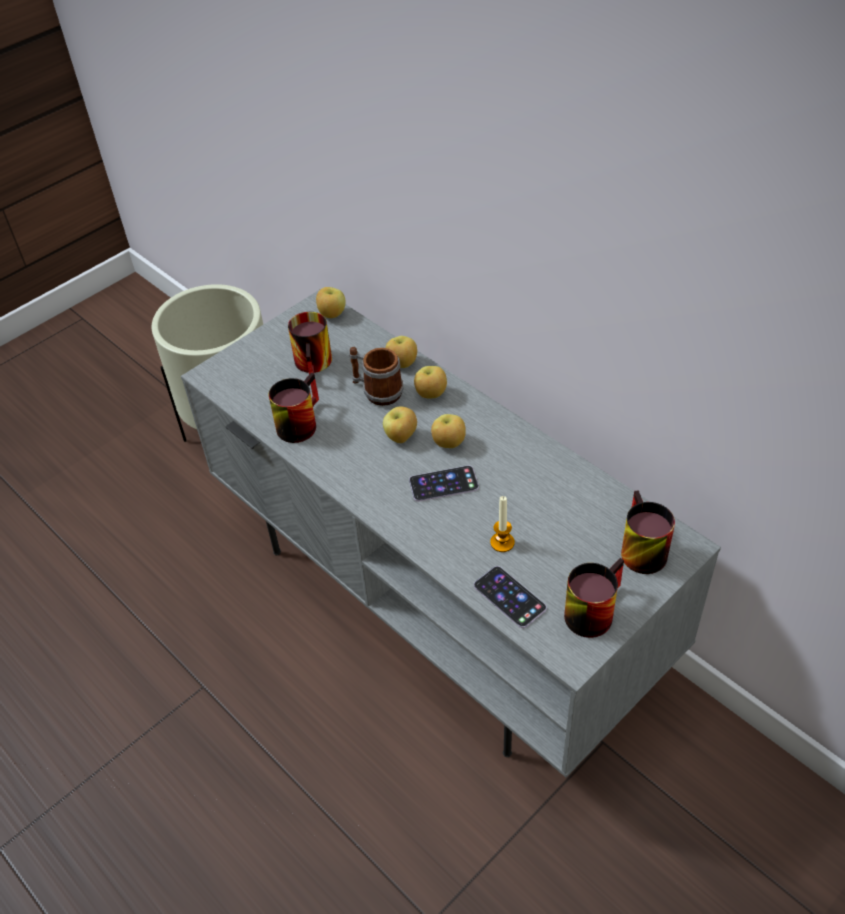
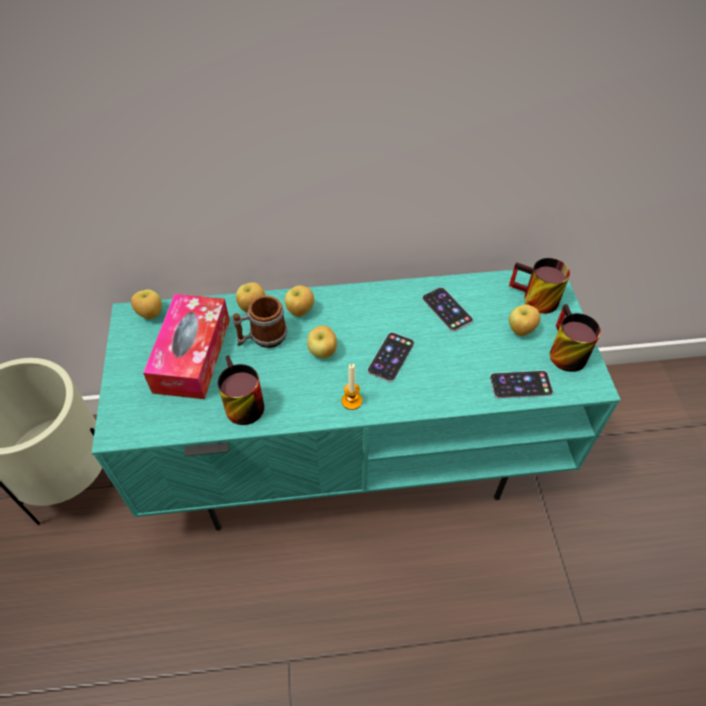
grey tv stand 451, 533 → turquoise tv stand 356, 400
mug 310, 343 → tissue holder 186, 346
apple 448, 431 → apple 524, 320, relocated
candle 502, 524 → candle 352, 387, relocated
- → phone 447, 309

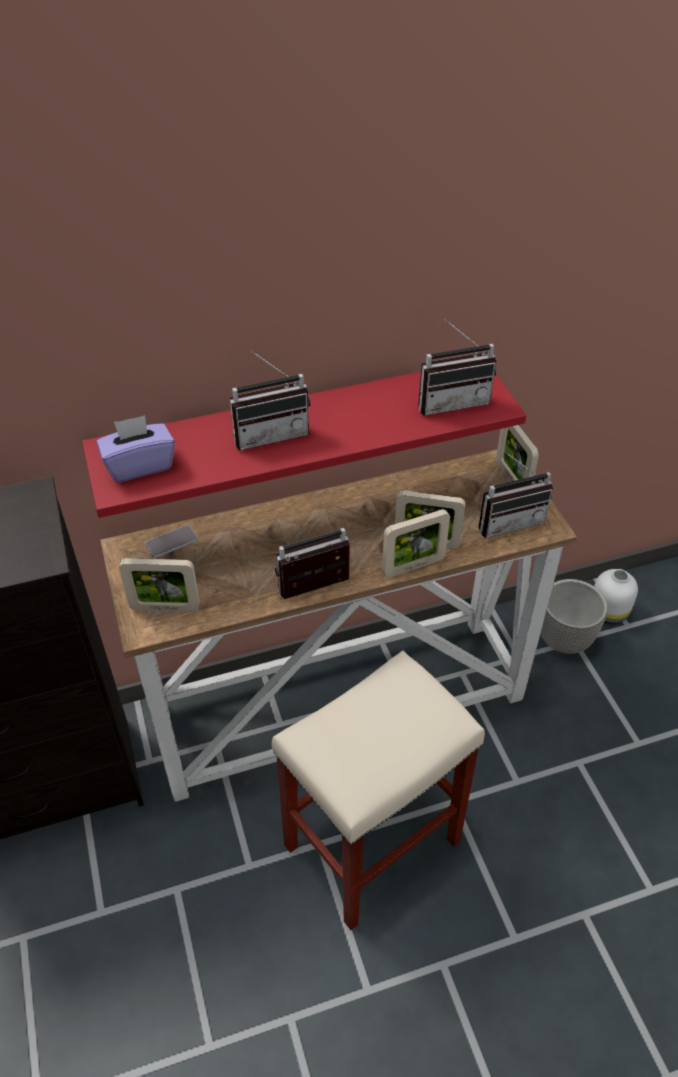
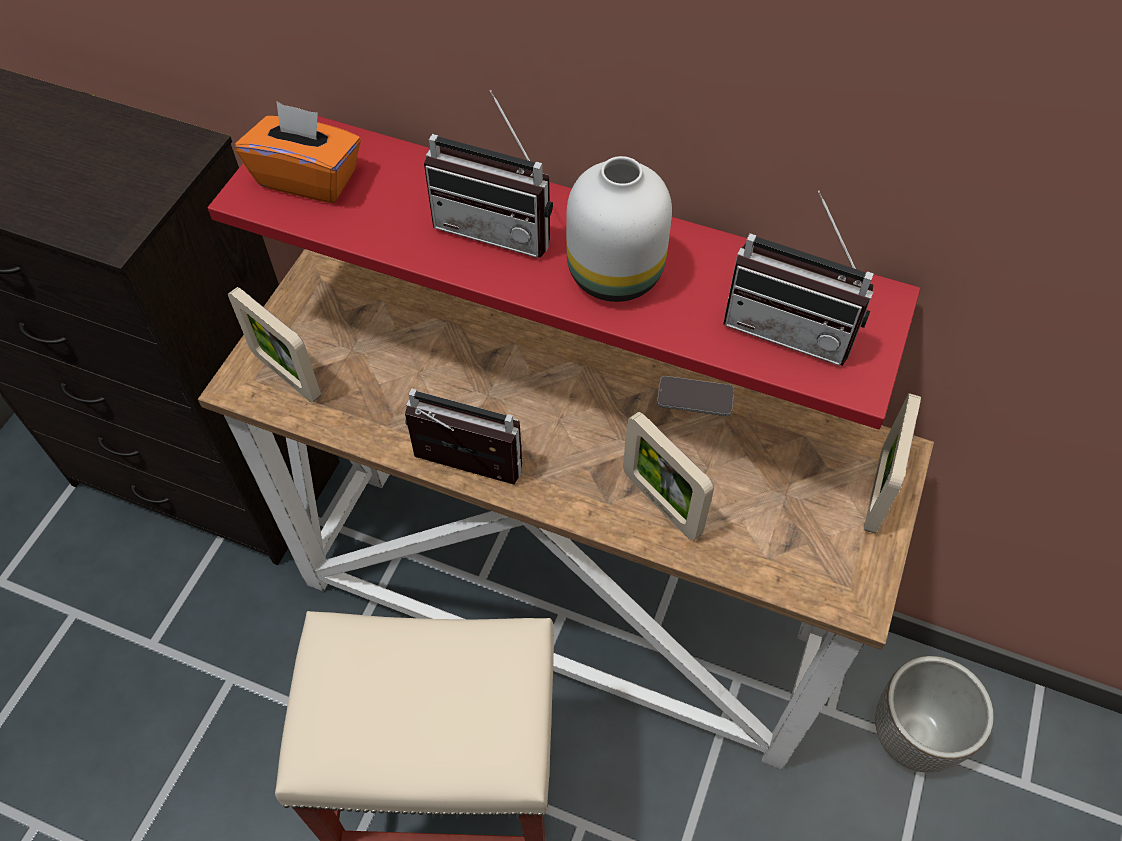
purplish tissue holder 135, 448 → orange-coloured tissue holder 298, 152
radio 516, 494 → -
standing frame 416, 543 → -
phone 171, 541 → phone 695, 396, relocated
whitish flower vase 616, 597 → whitish flower vase 619, 229, relocated

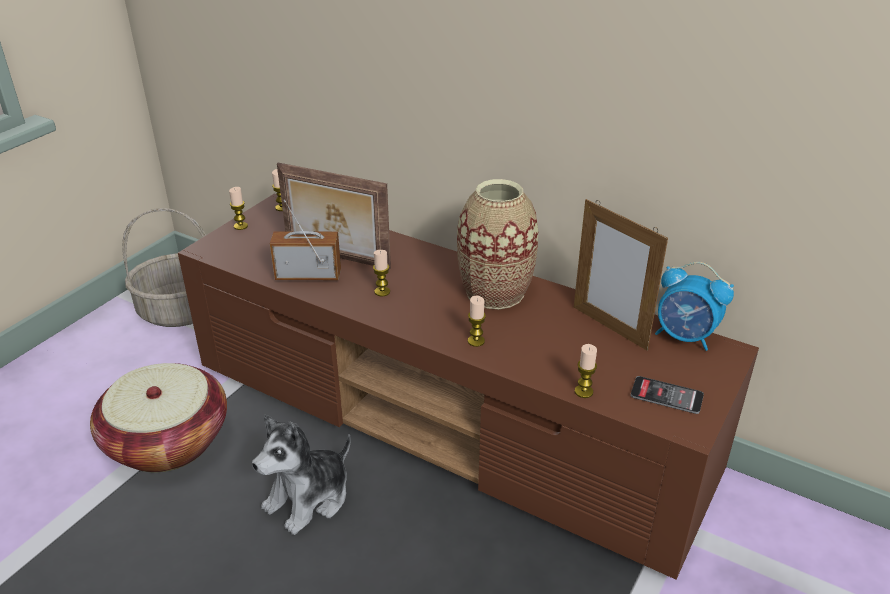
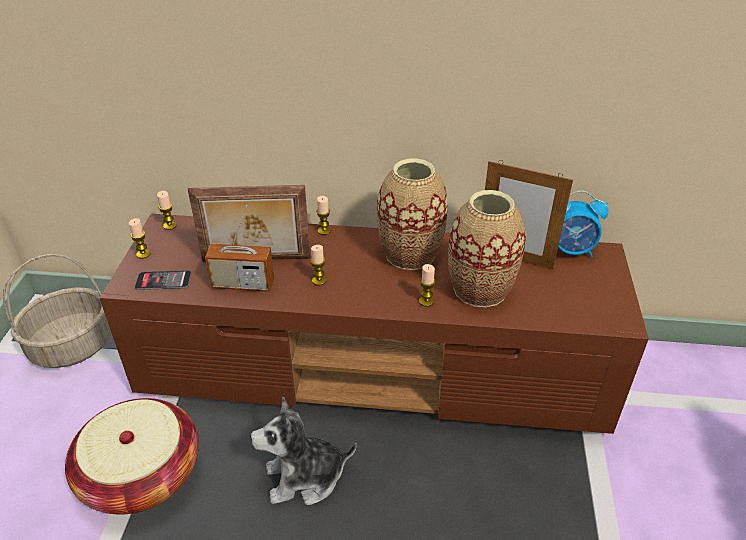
radio 305, 240 → radio 239, 248, 150 degrees counterclockwise
candle 585, 371 → candle 323, 215, relocated
phone 667, 395 → phone 163, 280, relocated
cuddly toy 301, 475 → cuddly toy 303, 451, 60 degrees clockwise
- → flower vase 487, 249

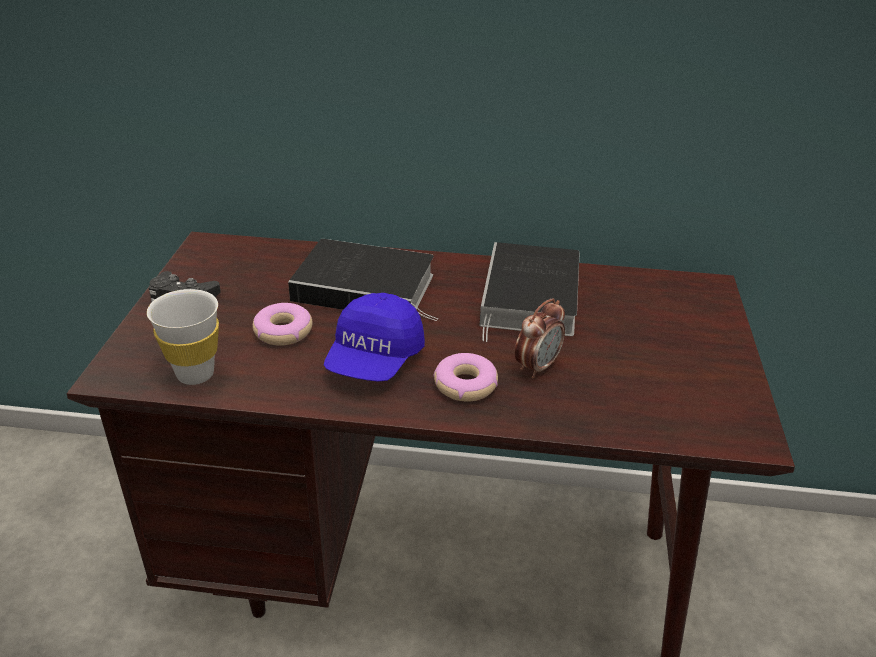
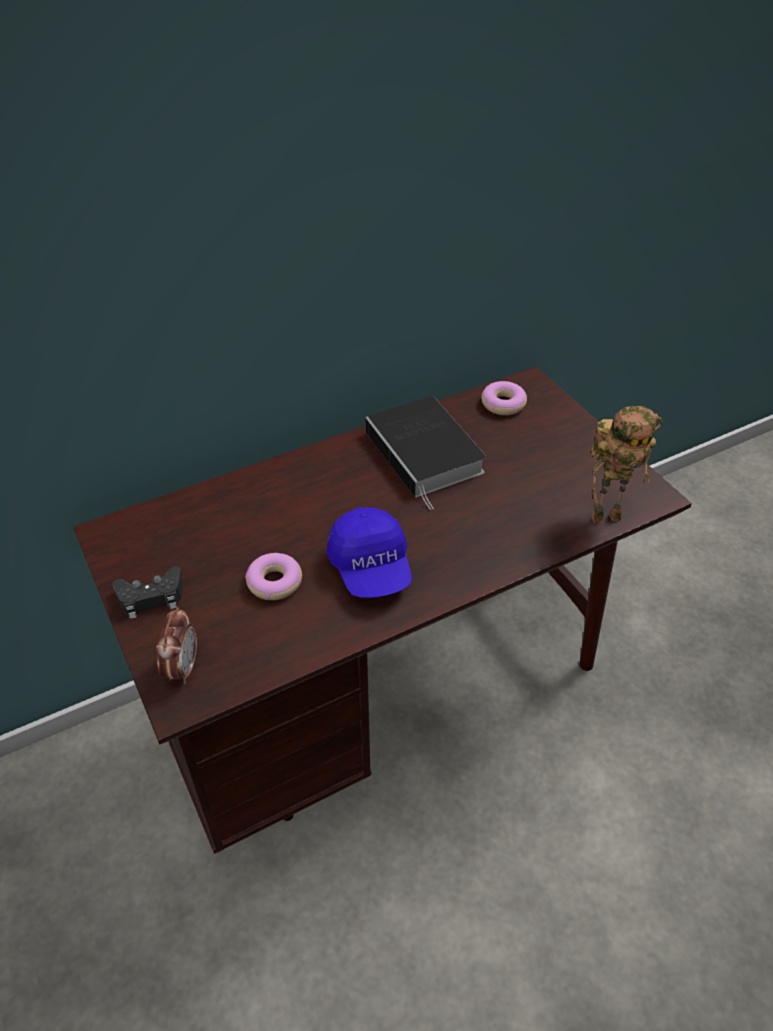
book 363, 280 → -
whitish small cup 183, 337 → -
table clock 540, 338 → table clock 176, 645, relocated
doughnut 465, 377 → doughnut 504, 398, relocated
- → model robot 626, 464

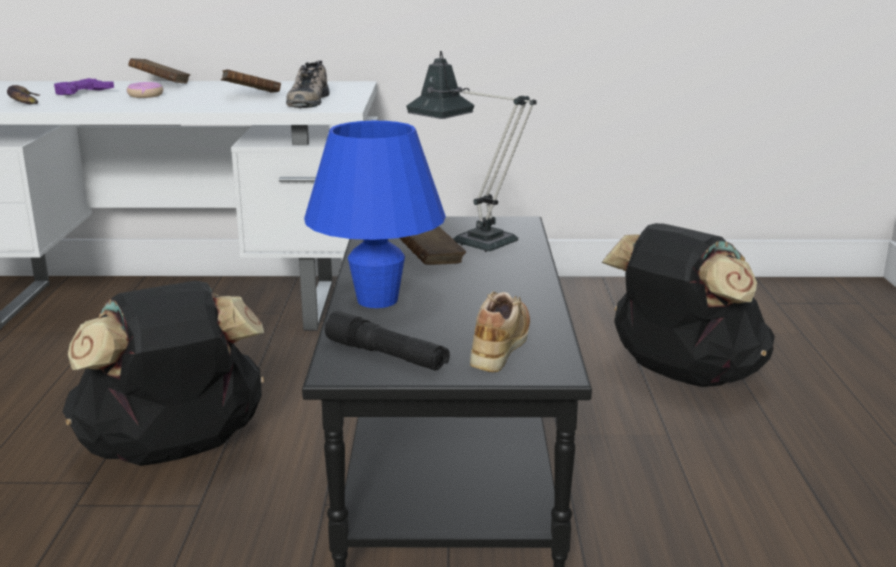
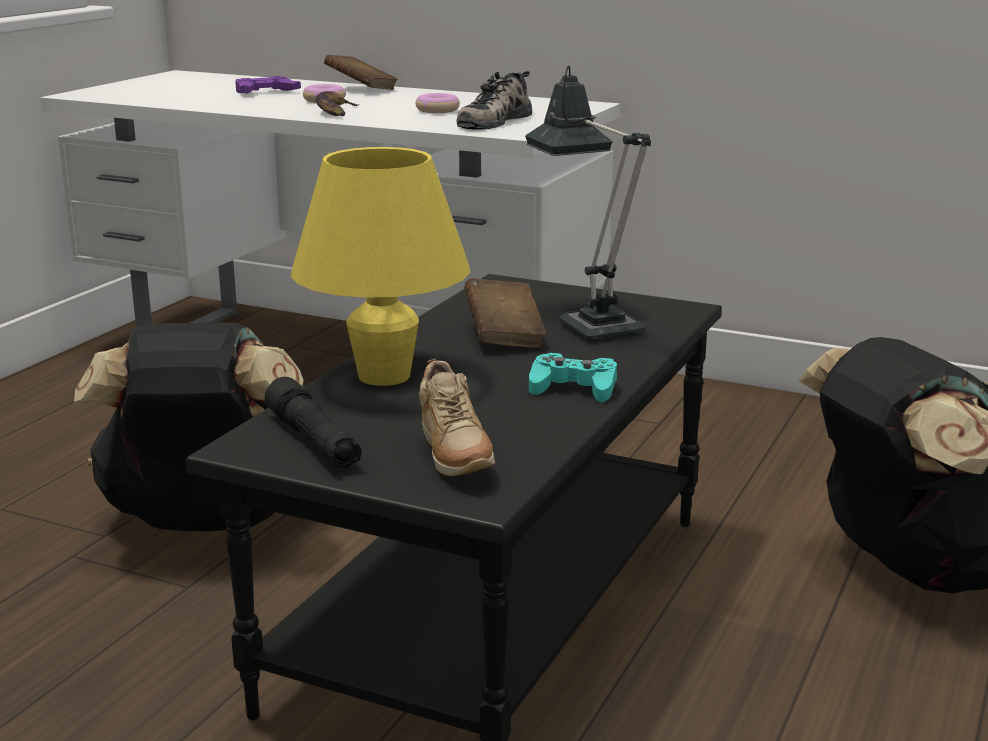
brown-coloured book 251, 81 → doughnut 438, 103
banana fruit 24, 94 → banana fruit 337, 103, relocated
blue-coloured lamp for a table 375, 214 → yellow-coloured lamp for a table 380, 266
beige shoe 500, 331 → beige shoe 457, 417, 120 degrees clockwise
- → turquoise joypad 573, 377

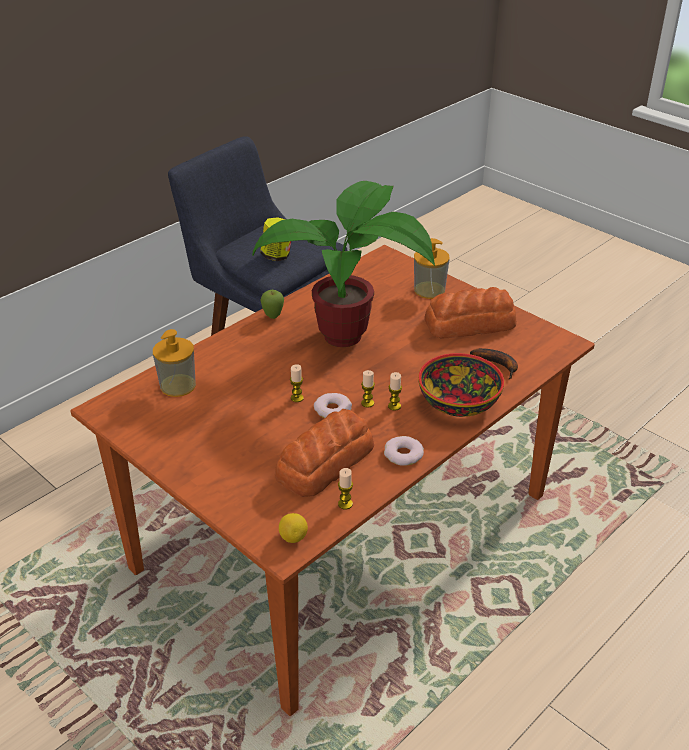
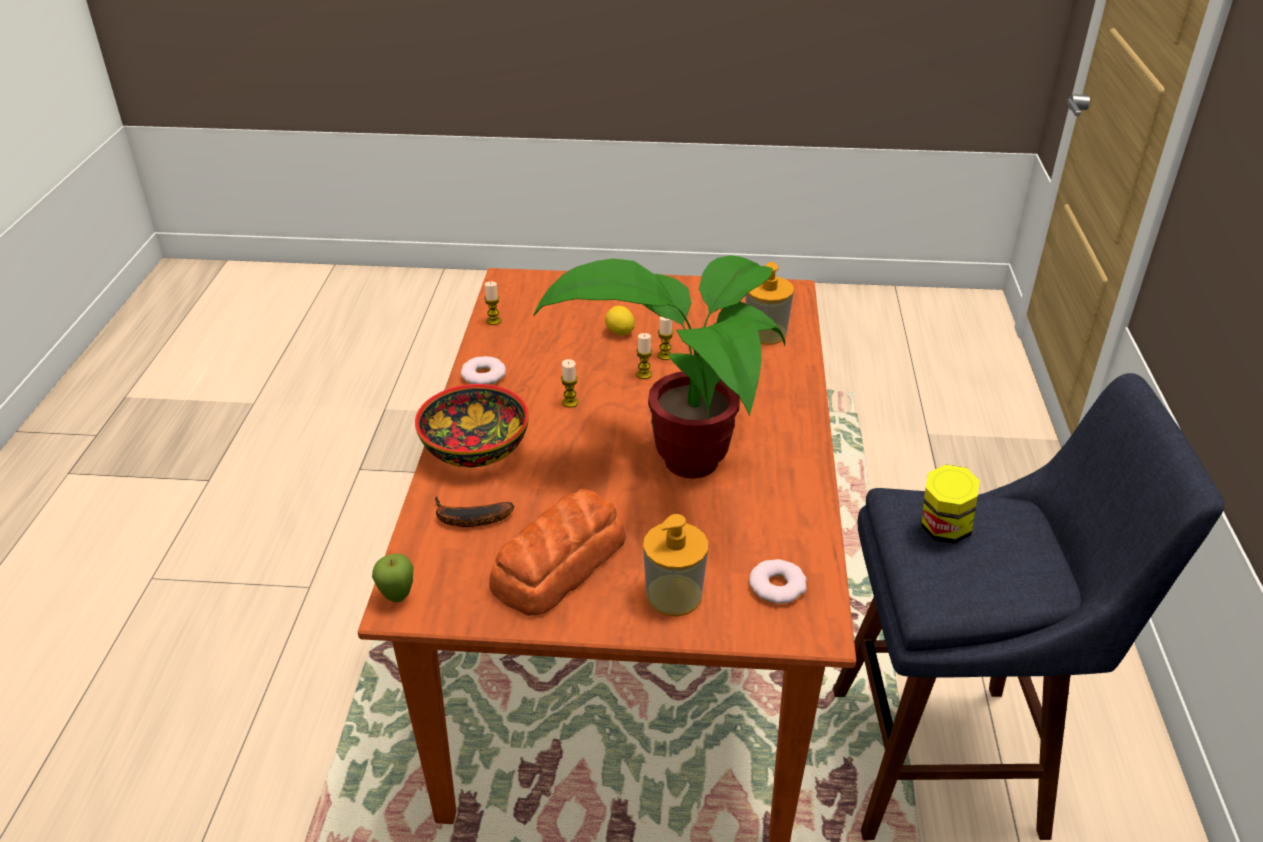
apple 272, 304 → apple 392, 578, relocated
candle 395, 391 → candle 666, 338, relocated
doughnut 333, 405 → doughnut 778, 581, relocated
baked bread 324, 453 → -
whole lemon 293, 528 → whole lemon 620, 320, relocated

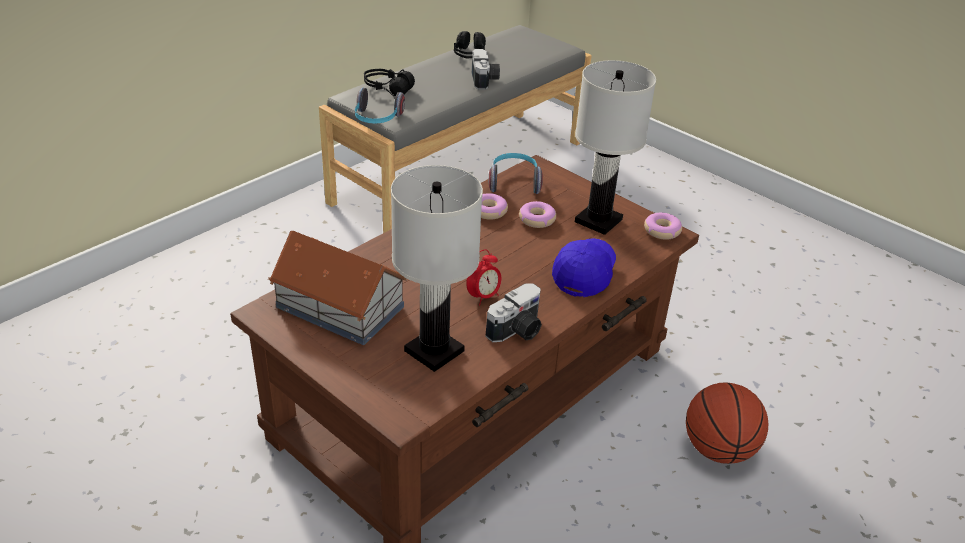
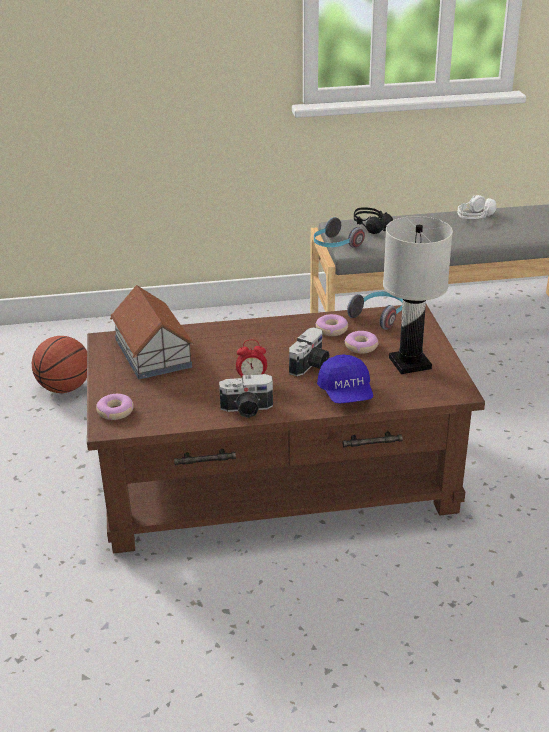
black pair of headphones 470, 44 → whitish pair of headphones 477, 207
photo camera 485, 69 → photo camera 309, 351, relocated
whitish lamp for a table 437, 268 → -
doughnut 663, 226 → doughnut 115, 407, relocated
blue-coloured peaked cap 584, 267 → blue-coloured peaked cap 345, 378, 105 degrees clockwise
ball for basketball 727, 423 → ball for basketball 59, 364, relocated

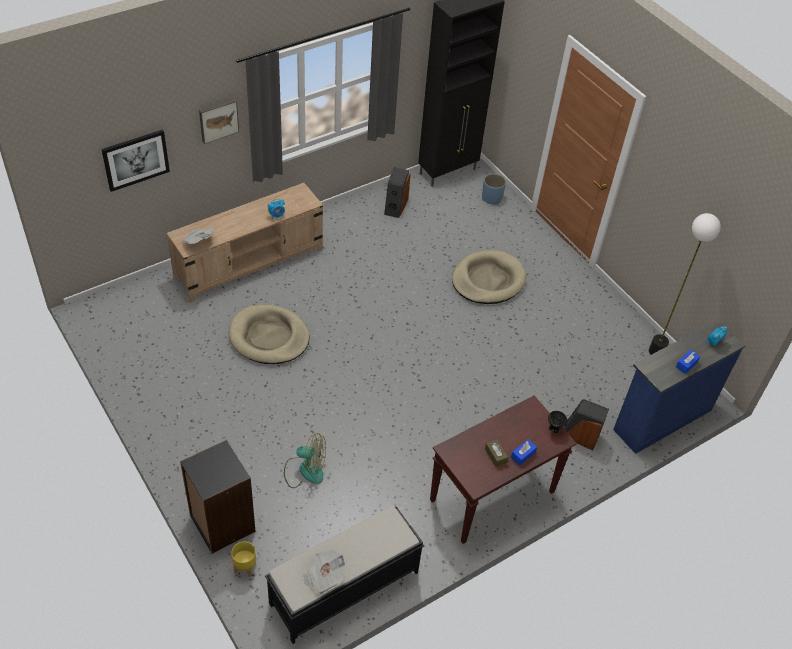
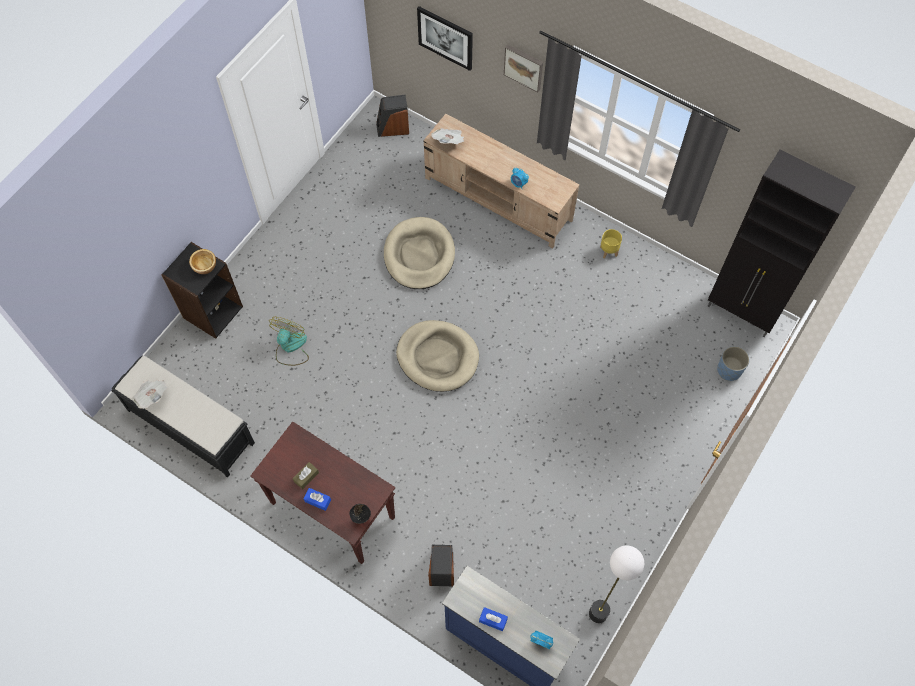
audio speaker 397, 192 → audio speaker 392, 116, relocated
beige dog cushion 489, 277 → beige dog cushion 437, 356, relocated
fan 305, 460 → fan 289, 341, 150 degrees counterclockwise
yellow-coloured flower pot 243, 559 → yellow-coloured flower pot 611, 244, relocated
- → bowl 202, 261

